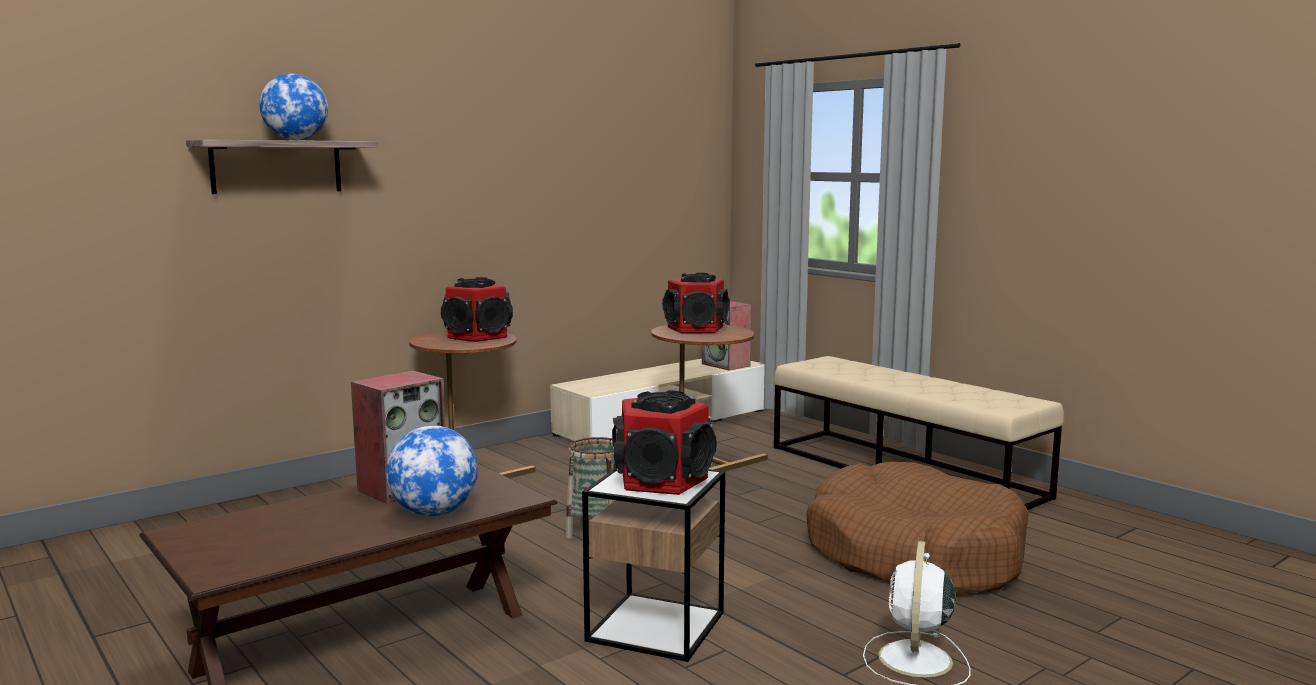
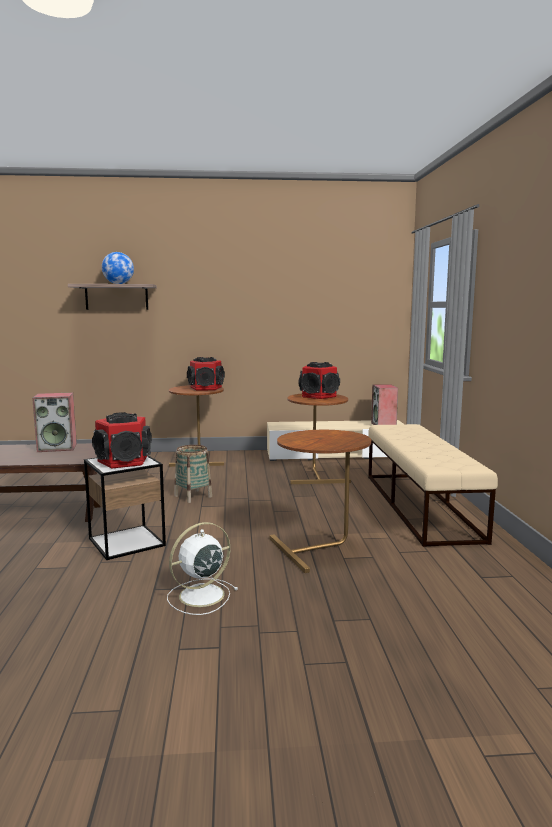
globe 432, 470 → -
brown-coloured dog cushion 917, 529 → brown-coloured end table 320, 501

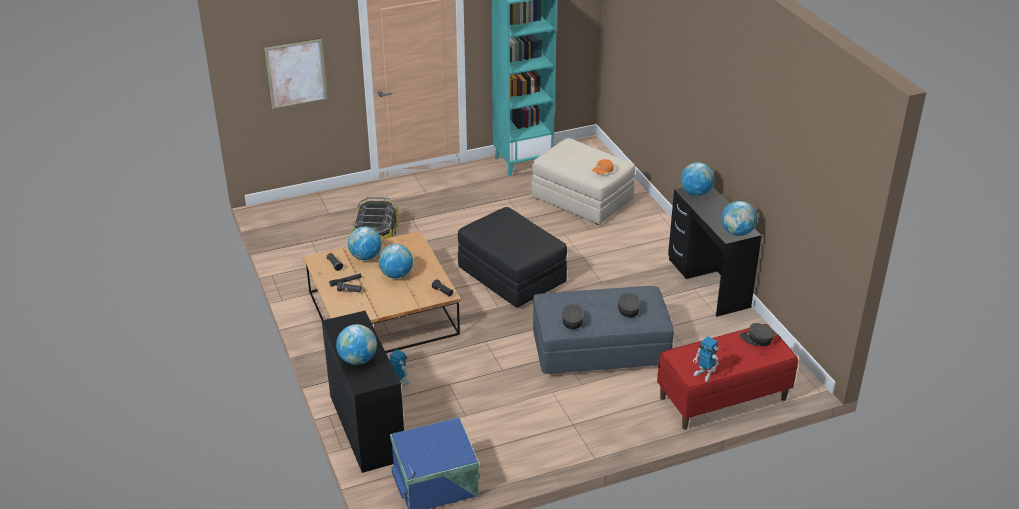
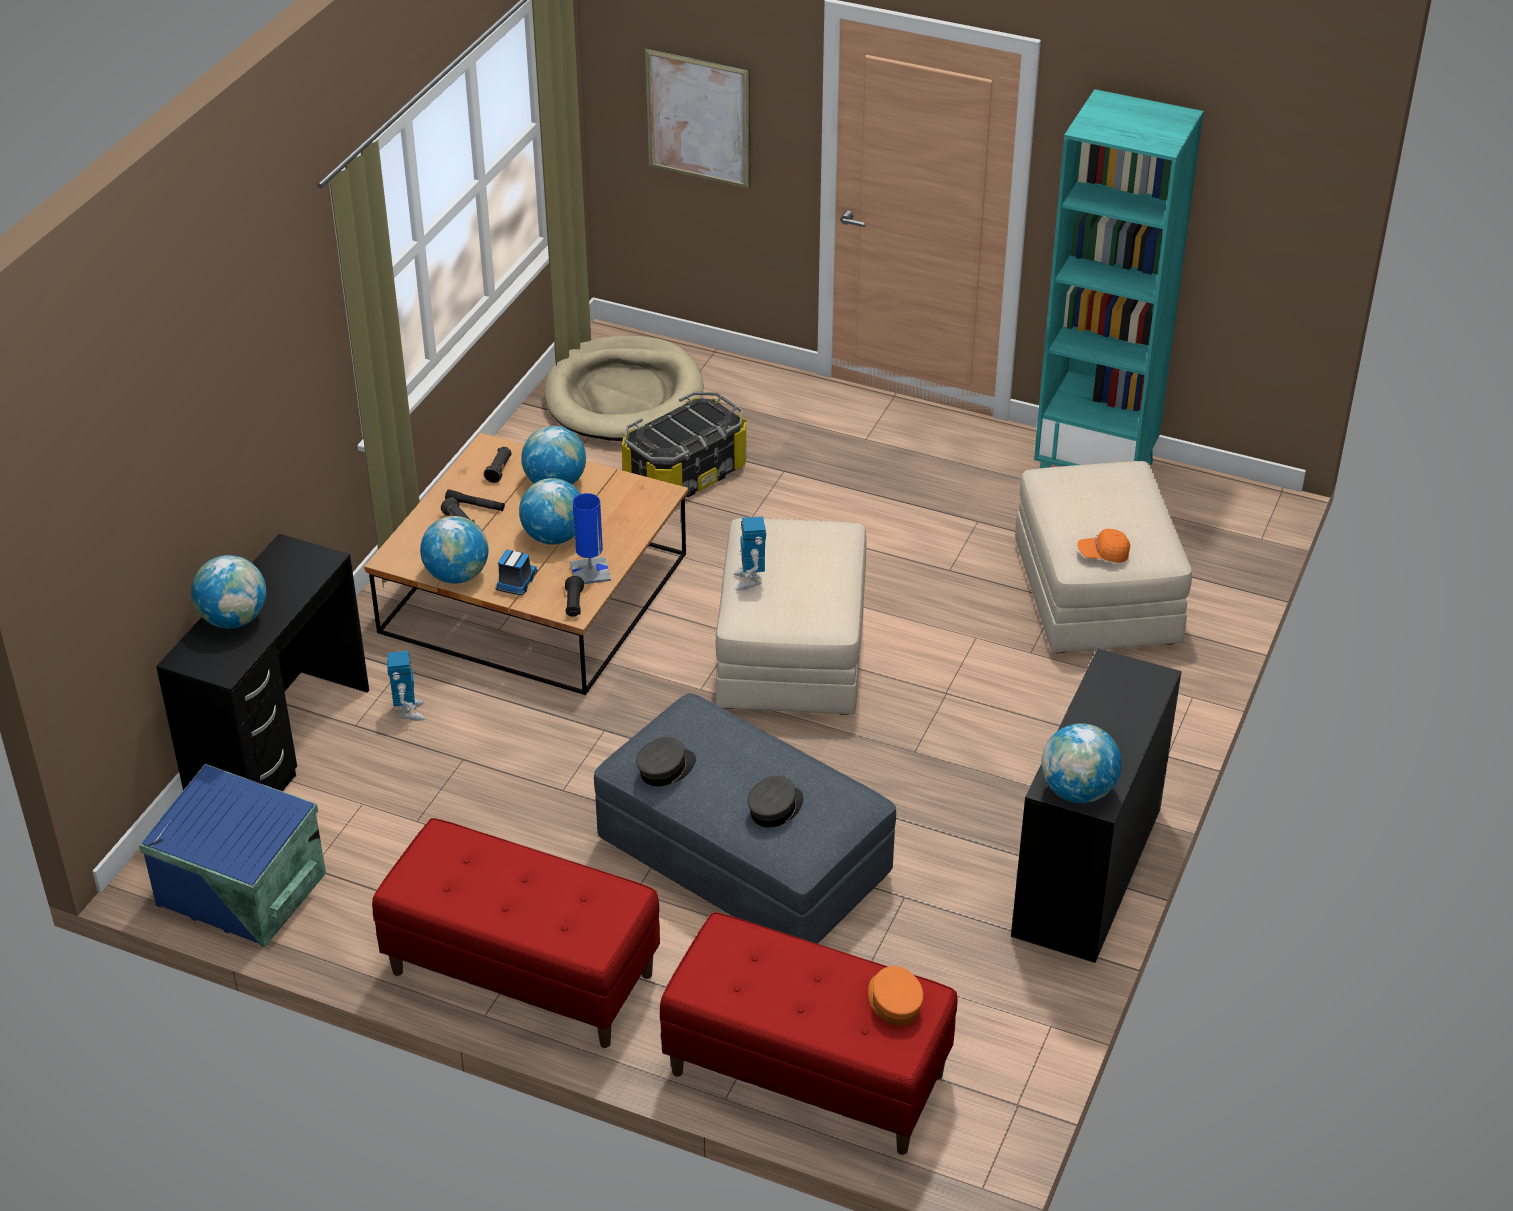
globe 697, 179 → globe 454, 550, relocated
black footrest 512, 257 → beige footrest 791, 616
grey peaked cap 757, 334 → orange-coloured peaked cap 895, 996
model robot 706, 359 → model robot 749, 554, relocated
- → beige dog cushion 623, 388
- → blue-coloured lamp for a table 590, 538
- → toy lorry 516, 572
- → red long seat 516, 933

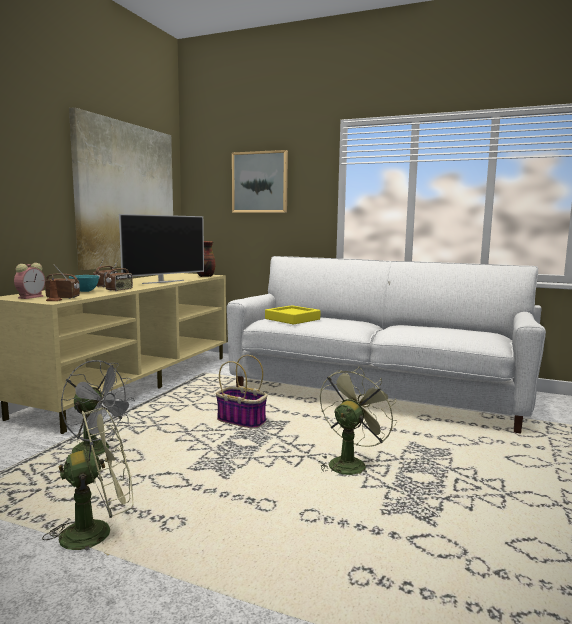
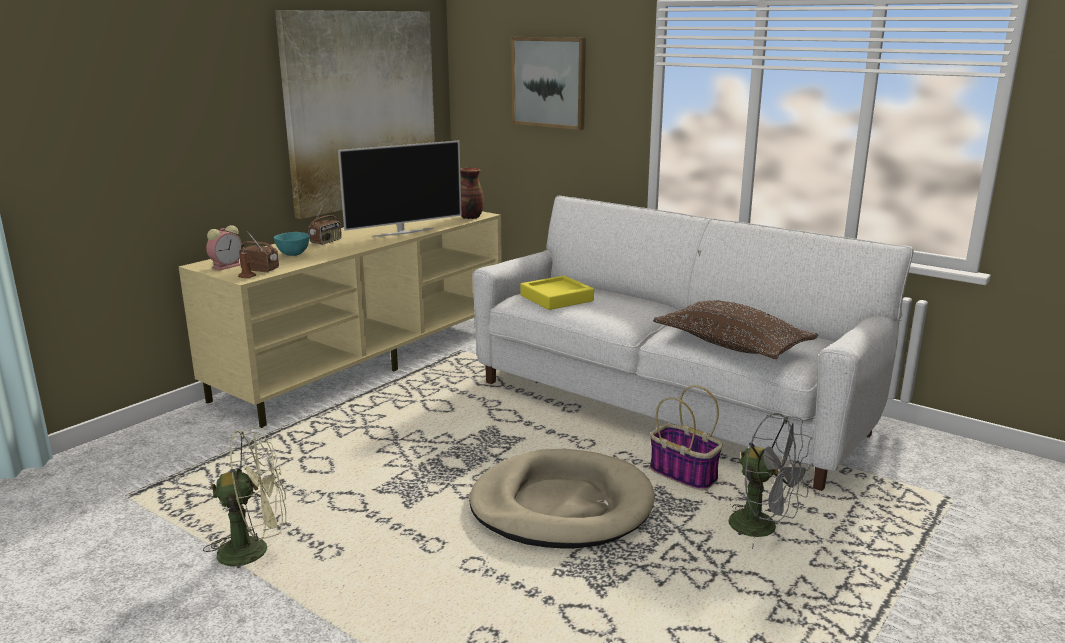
radio 119, 275 → -
storage basket 241, 391 → storage basket 686, 437, relocated
grey fan 98, 407 → grey fan 771, 481, relocated
green-coloured fan 357, 421 → beige dog cushion 562, 499
- → brown-coloured throw pillow 735, 329

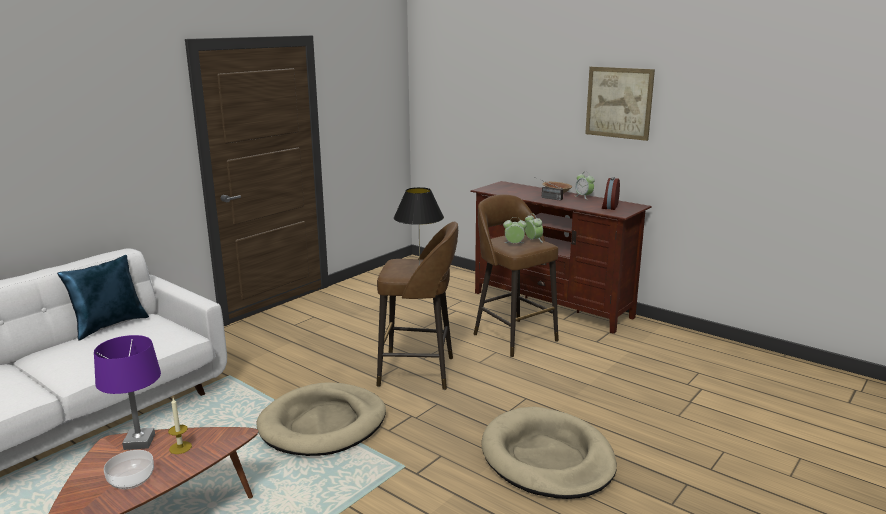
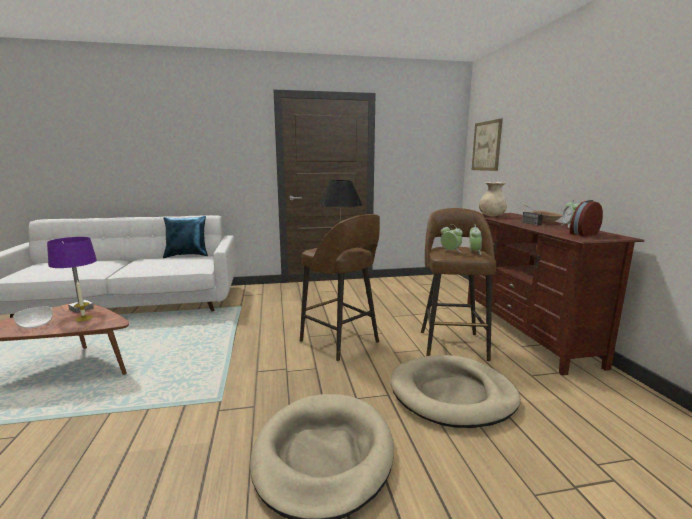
picture 620, 104 → picture 487, 144, relocated
beige dog cushion 321, 419 → beige dog cushion 455, 391, relocated
- → beige flower vase 493, 199

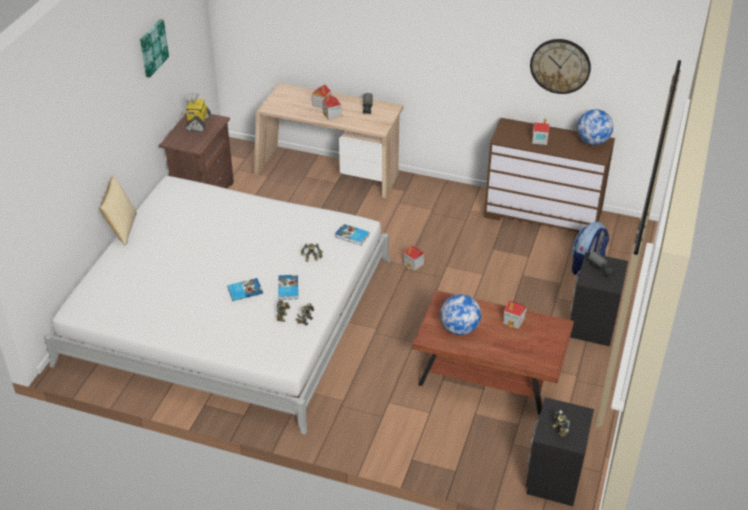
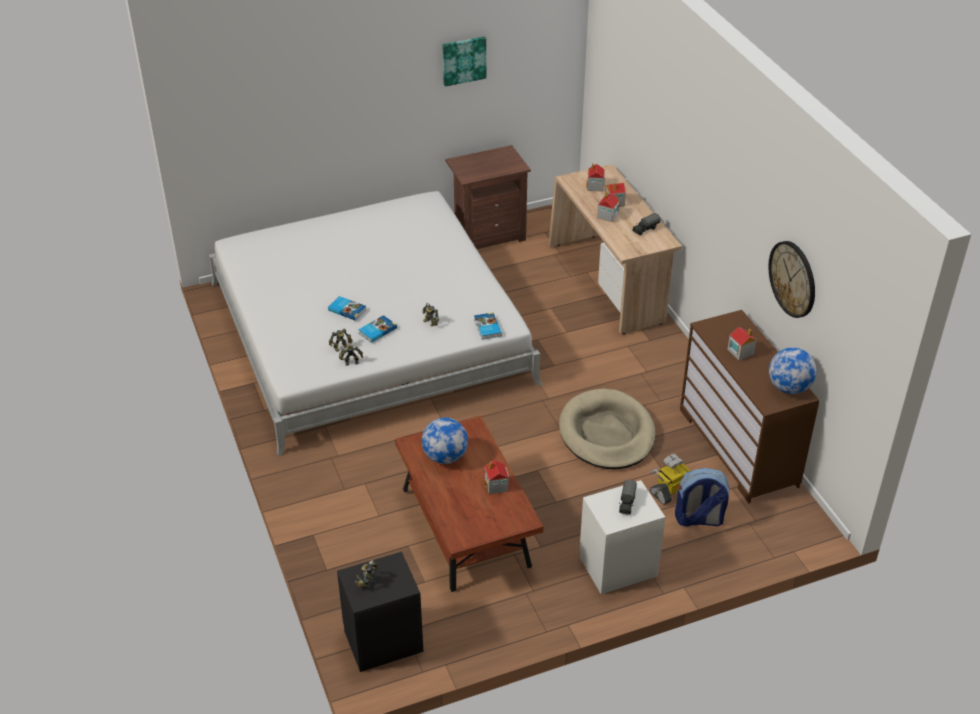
model robot 196, 112 → model robot 670, 479, relocated
throw pillow 118, 211 → -
model house 414, 258 → model house 595, 177, relocated
black bedside table 599, 299 → whitish bedside table 622, 537
- → beige dog cushion 607, 428

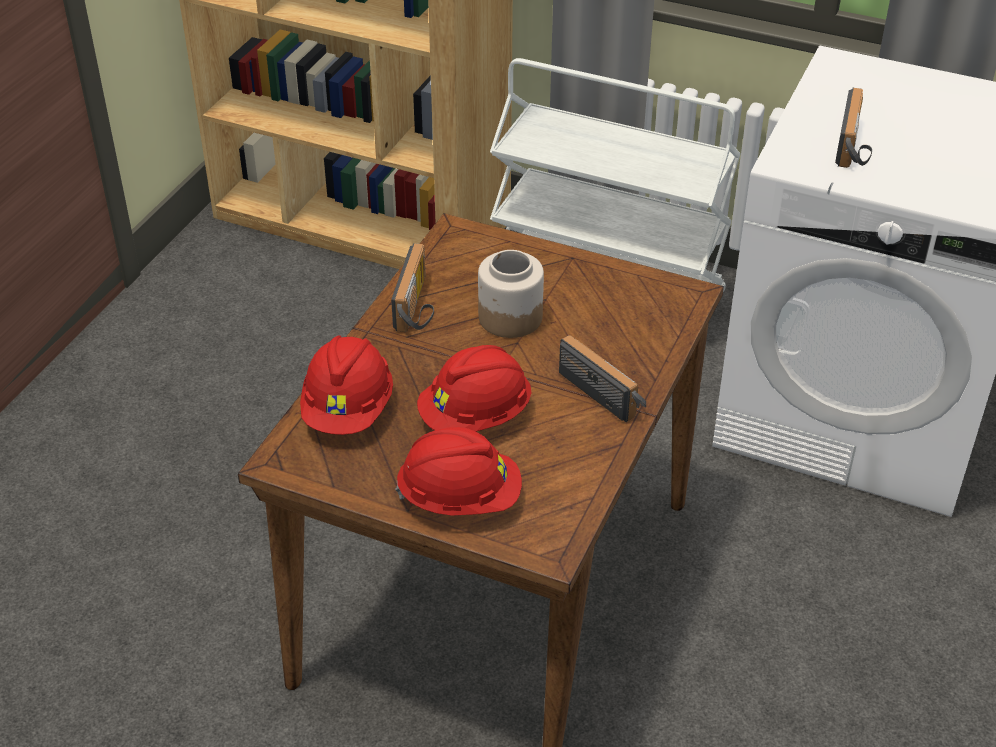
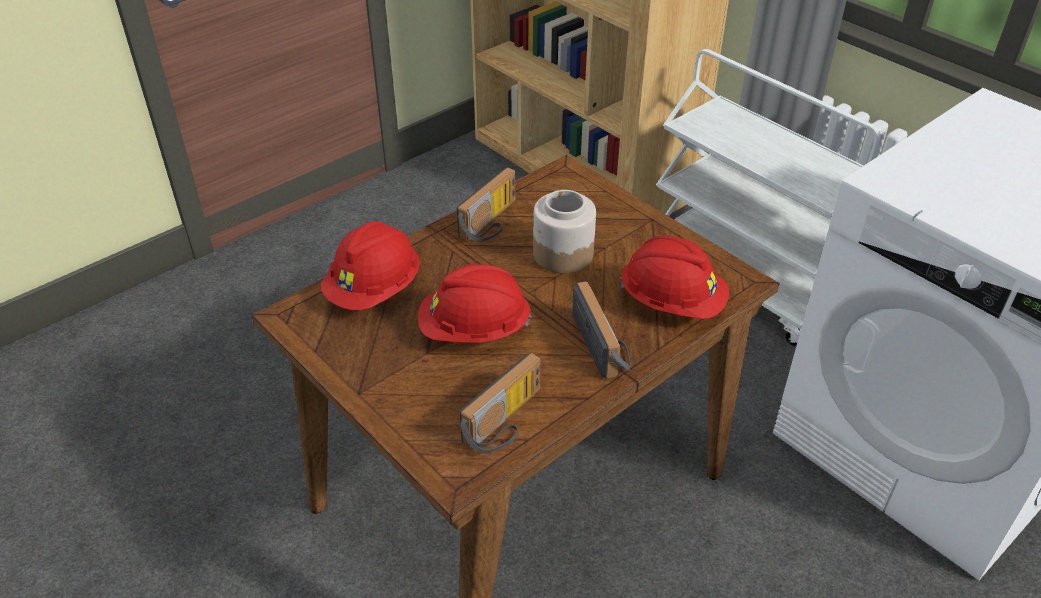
radio 853, 128 → radio 500, 403, relocated
red work helmet 458, 471 → red work helmet 674, 277, relocated

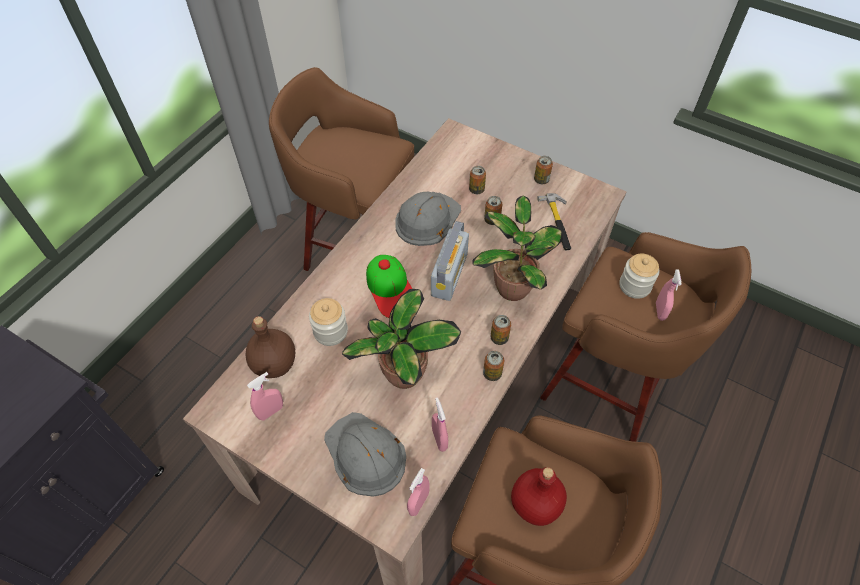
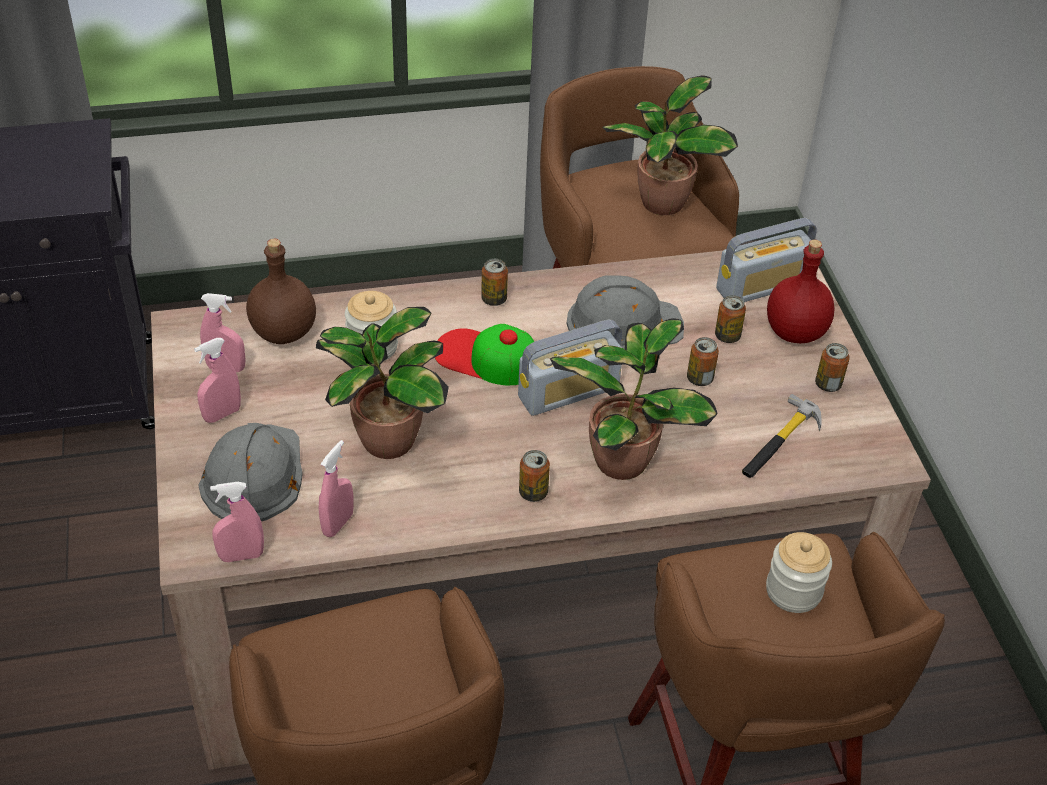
peaked cap 389, 286 → peaked cap 484, 355, 90 degrees clockwise
pink sprayer 669, 295 → pink sprayer 217, 380, relocated
metal can 493, 366 → metal can 494, 282, relocated
red bottle 539, 496 → red bottle 801, 291, relocated
- → plant in a pot 670, 145
- → radio 766, 260

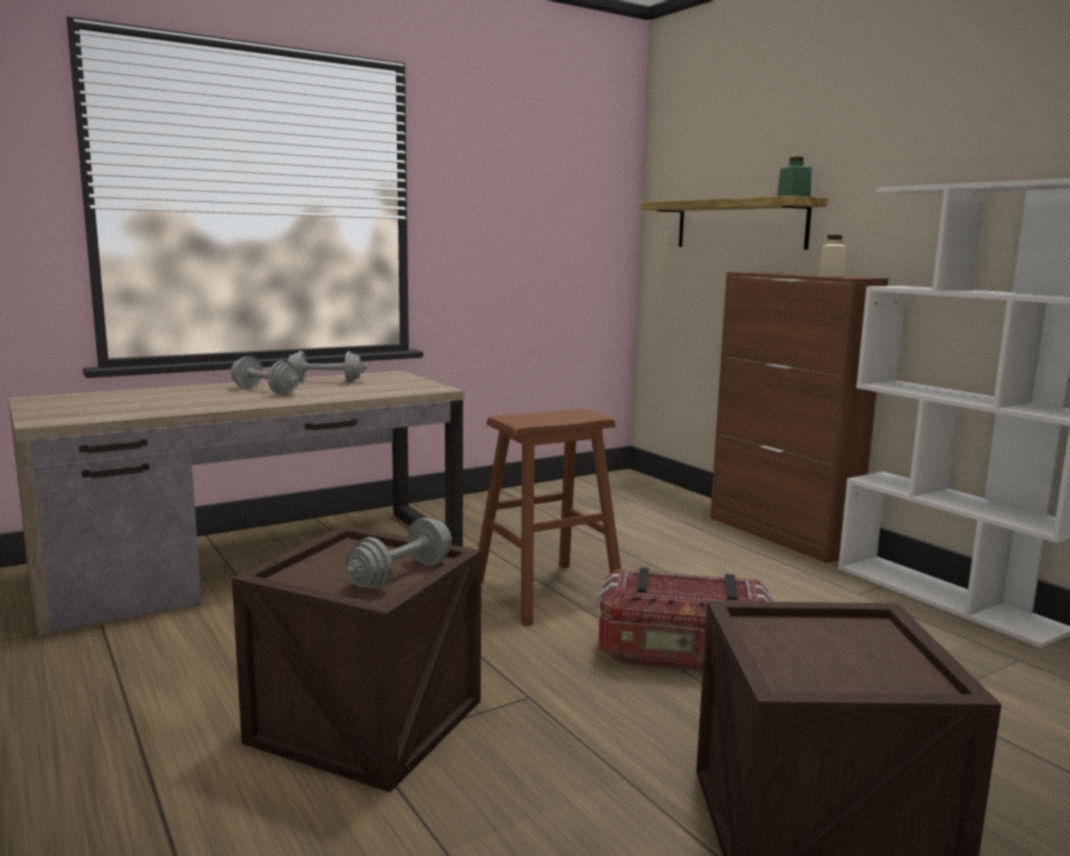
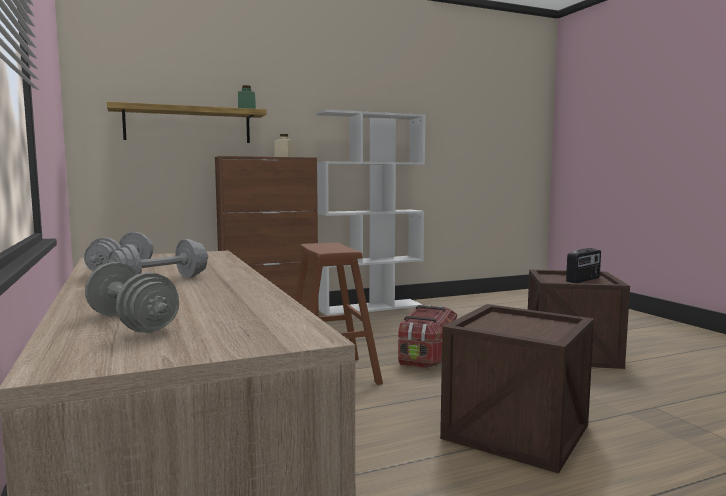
grey free weight 398, 553 → grey free weight 132, 297, relocated
- → radio 583, 265

